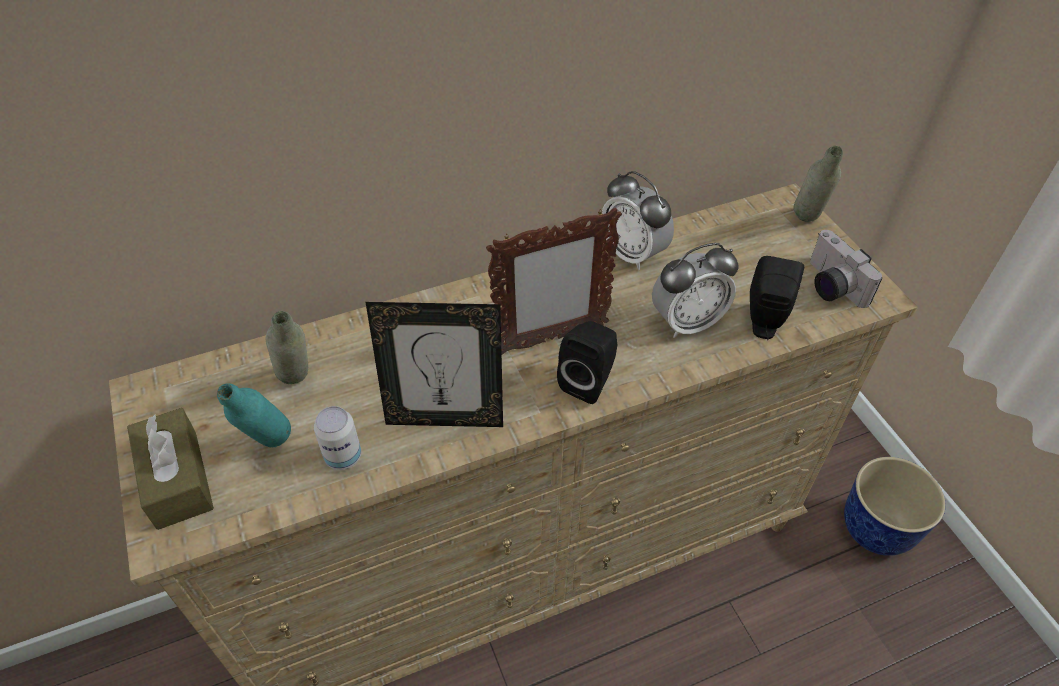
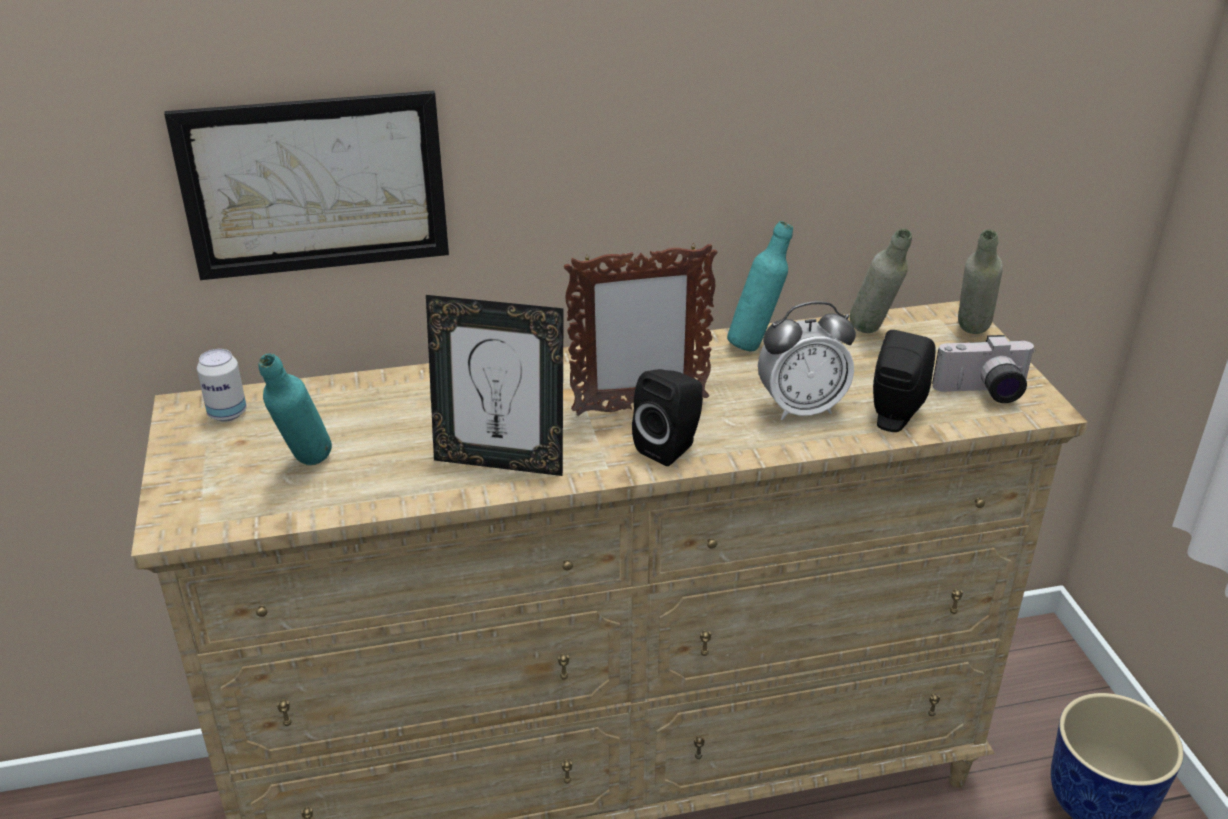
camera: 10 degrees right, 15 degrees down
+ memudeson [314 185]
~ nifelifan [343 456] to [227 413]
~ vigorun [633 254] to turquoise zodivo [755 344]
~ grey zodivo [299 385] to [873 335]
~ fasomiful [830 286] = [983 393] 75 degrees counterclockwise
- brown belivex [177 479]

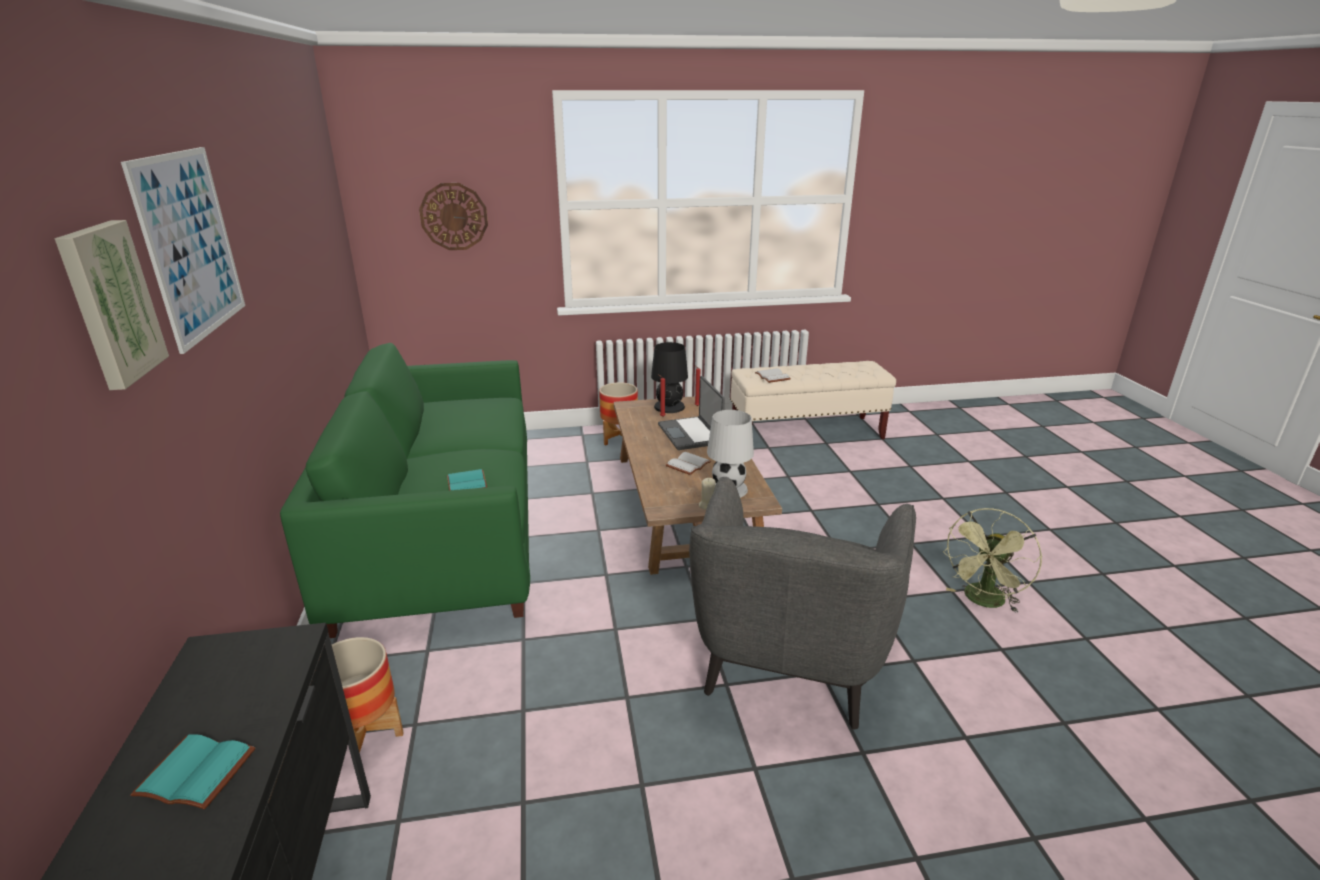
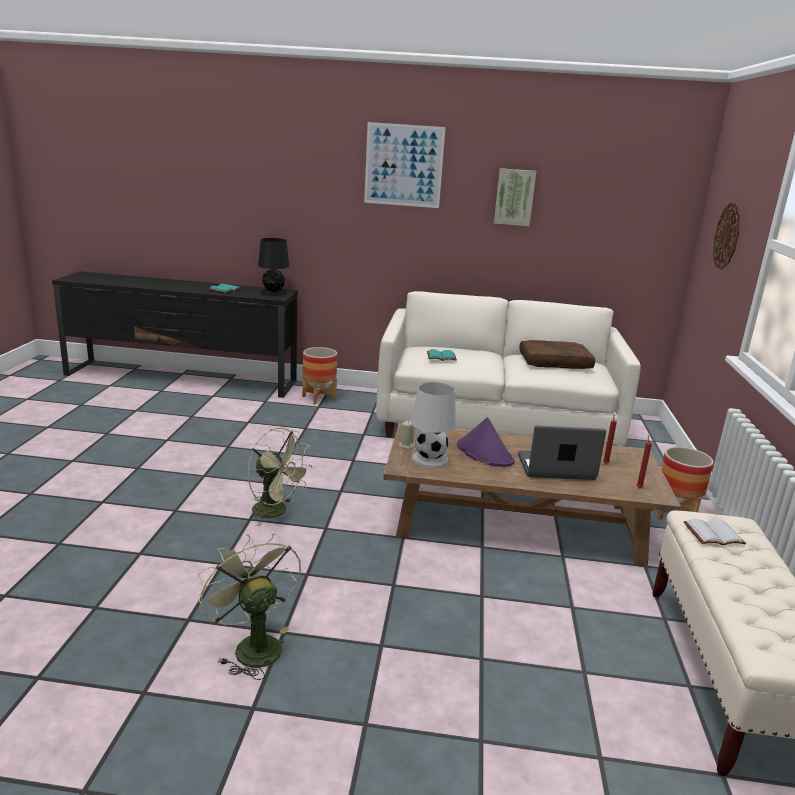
camera: 105 degrees right, 5 degrees down
~ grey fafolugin [790 655] to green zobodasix [276 512]
~ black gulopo [669 407] to [273 292]
~ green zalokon [442 534] to white zalokon [496 423]
~ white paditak [688 465] to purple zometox [484 453]
~ memudeson [109 304] to [514 197]
+ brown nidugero [555 363]

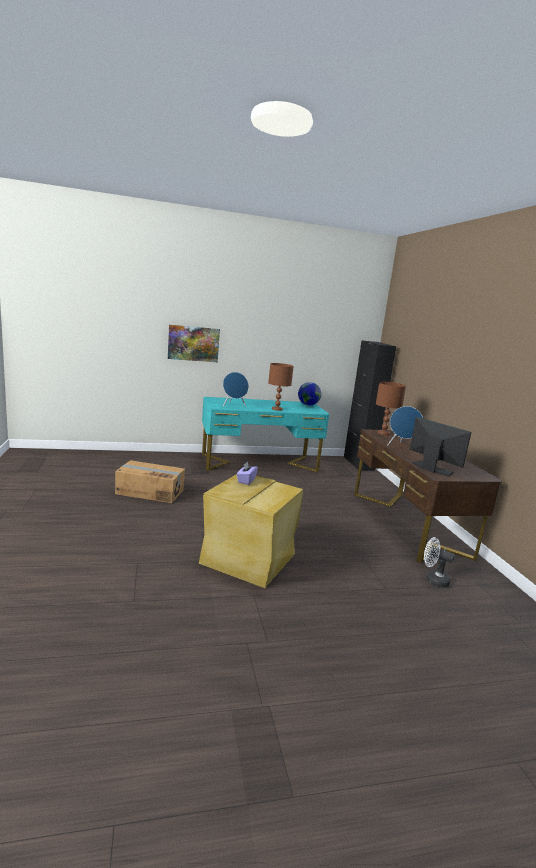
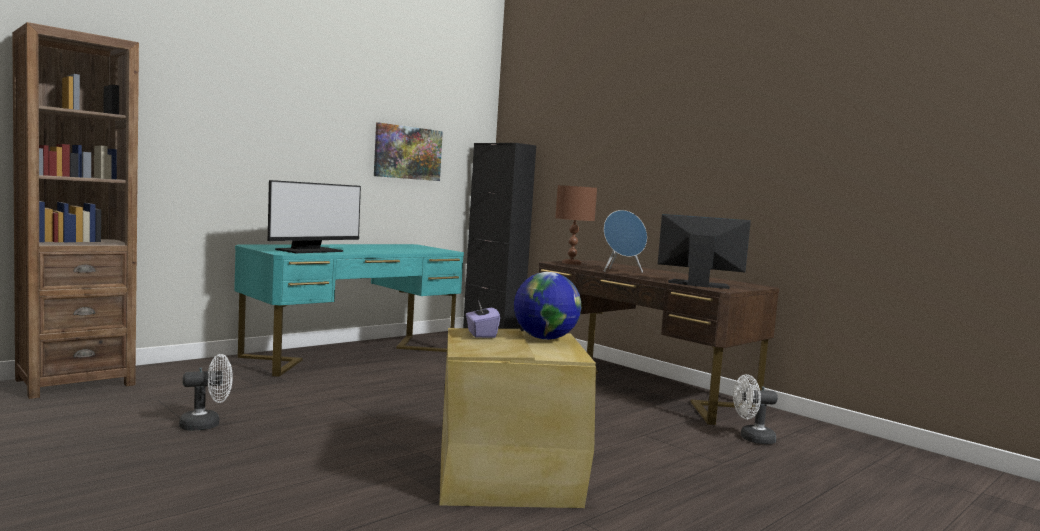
camera: 30 degrees left, 10 degrees down
+ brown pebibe [75 382]
~ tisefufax [150 491] to white zobodasix [207 424]
~ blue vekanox [233 406] to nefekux [310 251]
~ memudeson [193 343] to [407 153]
~ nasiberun [308 405] to [545 338]
- brown gulopo [277 409]

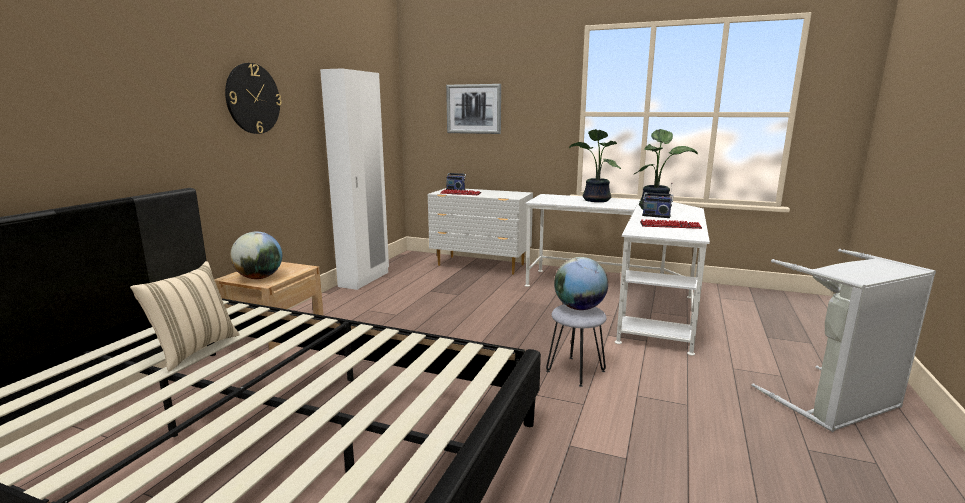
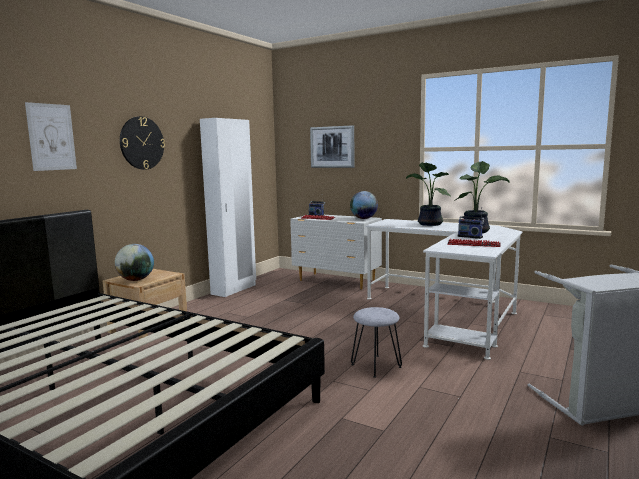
camera: 10 degrees right, 5 degrees down
+ memudeson [51 137]
~ nasiberun [579 308] to [363 218]
- beige nidugero [194 349]

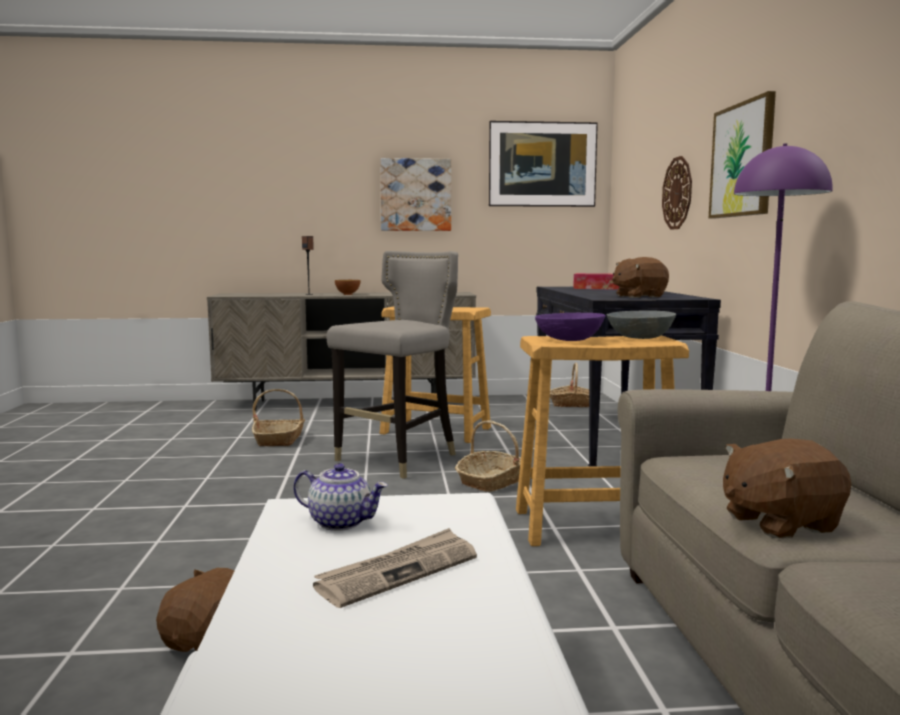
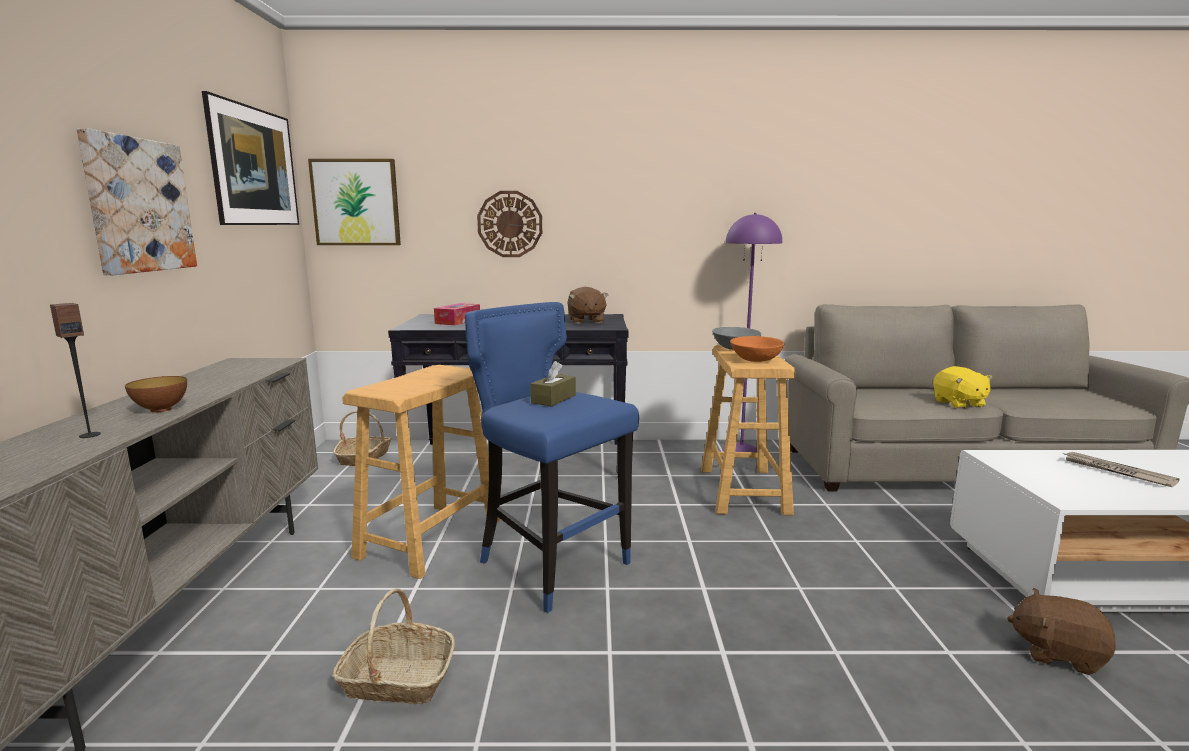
camera: 85 degrees left, 5 degrees up
~ memudeson [742 160] to [356 202]
~ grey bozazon [400 459] to blue bozazon [551 565]
+ brown belivex [553 399]
~ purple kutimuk [570 339] to orange kutimuk [755 360]
~ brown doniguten [779 522] to yellow doniguten [959 404]
- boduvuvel [341 522]
- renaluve [493 481]

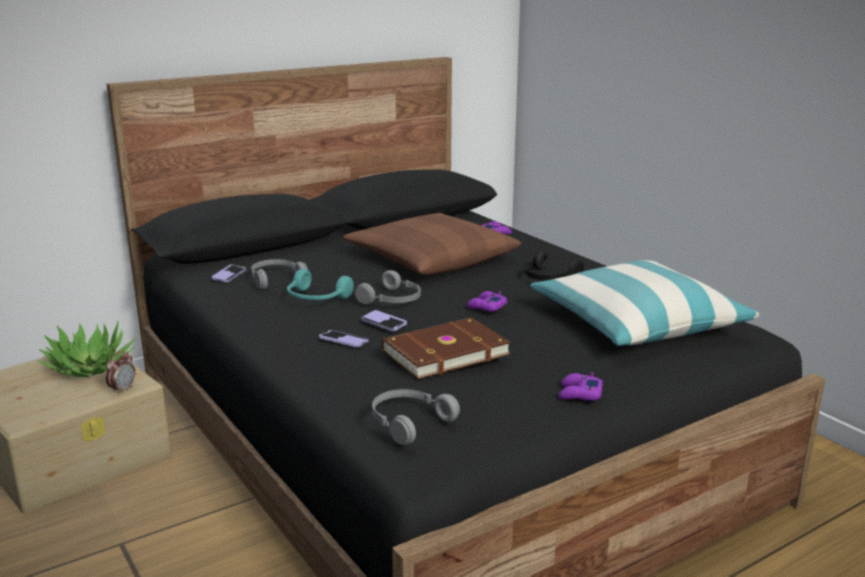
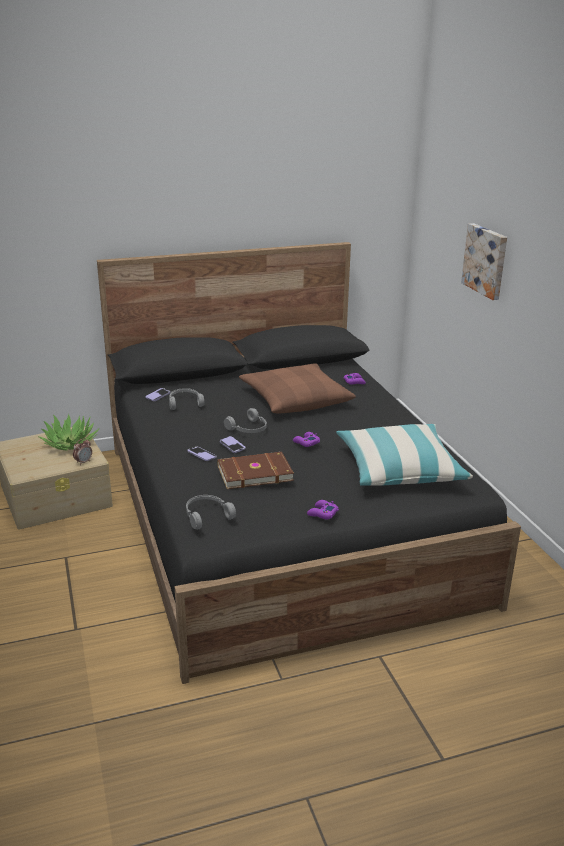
camera: 15 degrees right, 5 degrees up
+ memudeson [486 260]
- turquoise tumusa [316 299]
- black tumusa [548 278]

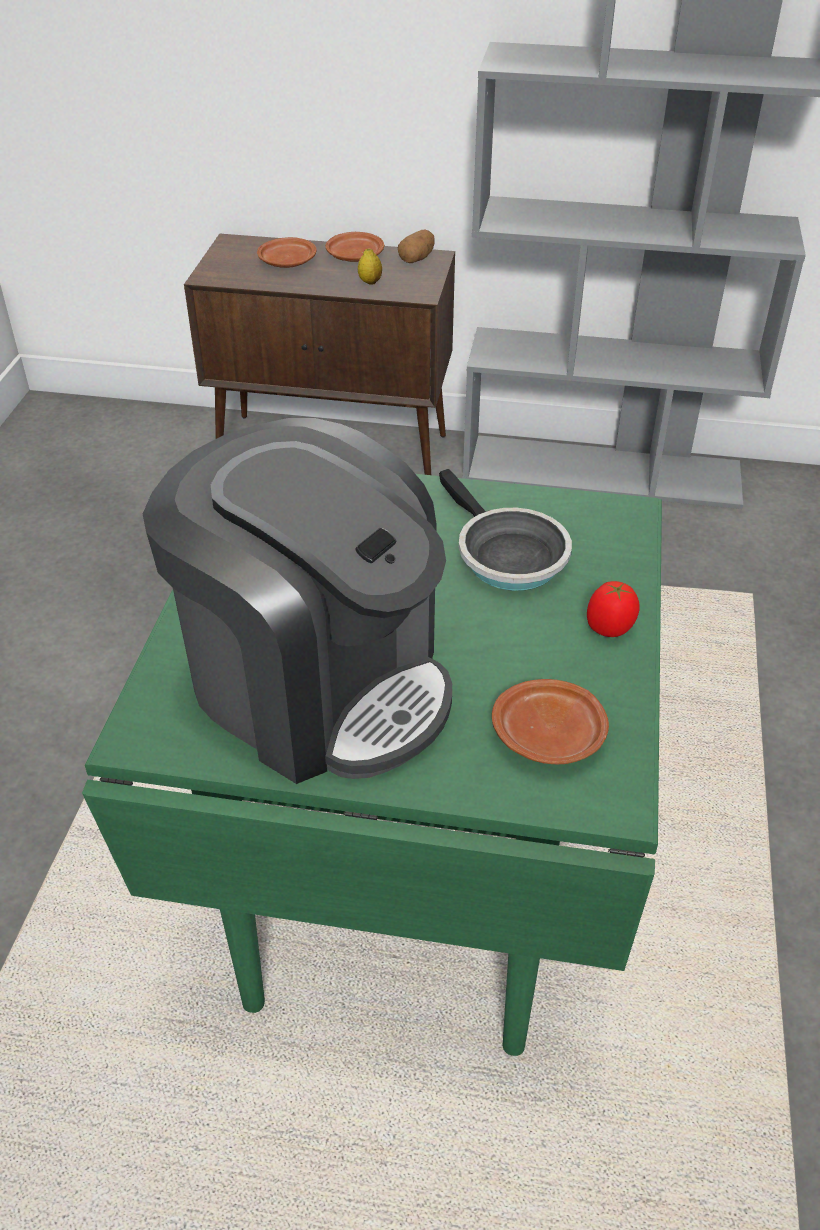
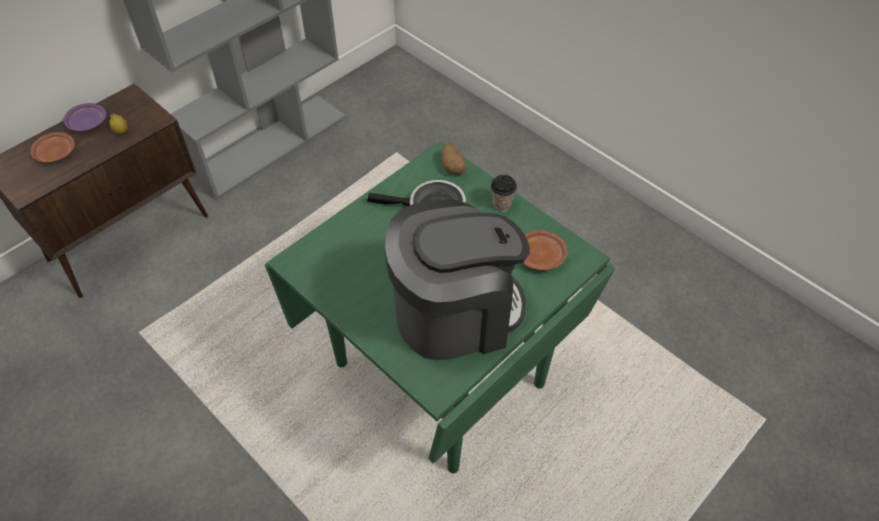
camera: 55 degrees left, 10 degrees up
~ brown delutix [355 256] to purple delutix [87 123]
~ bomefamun [416 259] to [452 166]
~ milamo [610 629] to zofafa [501 204]

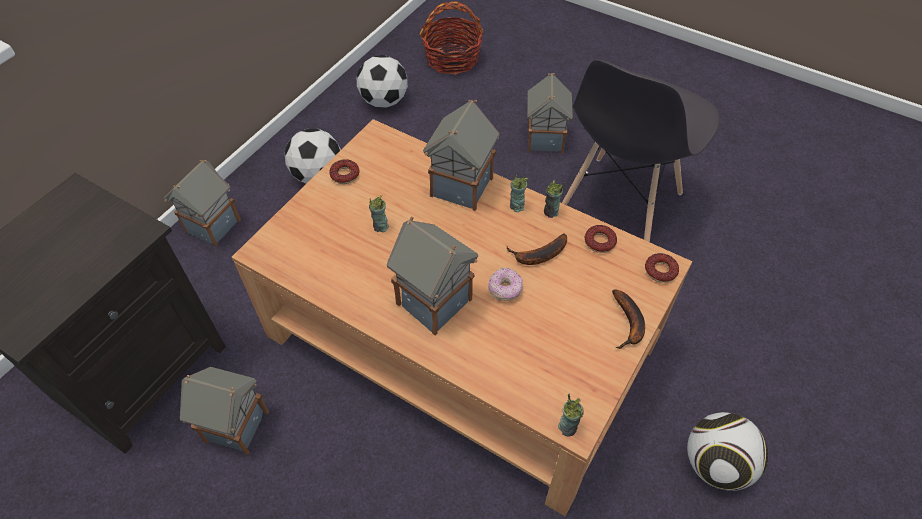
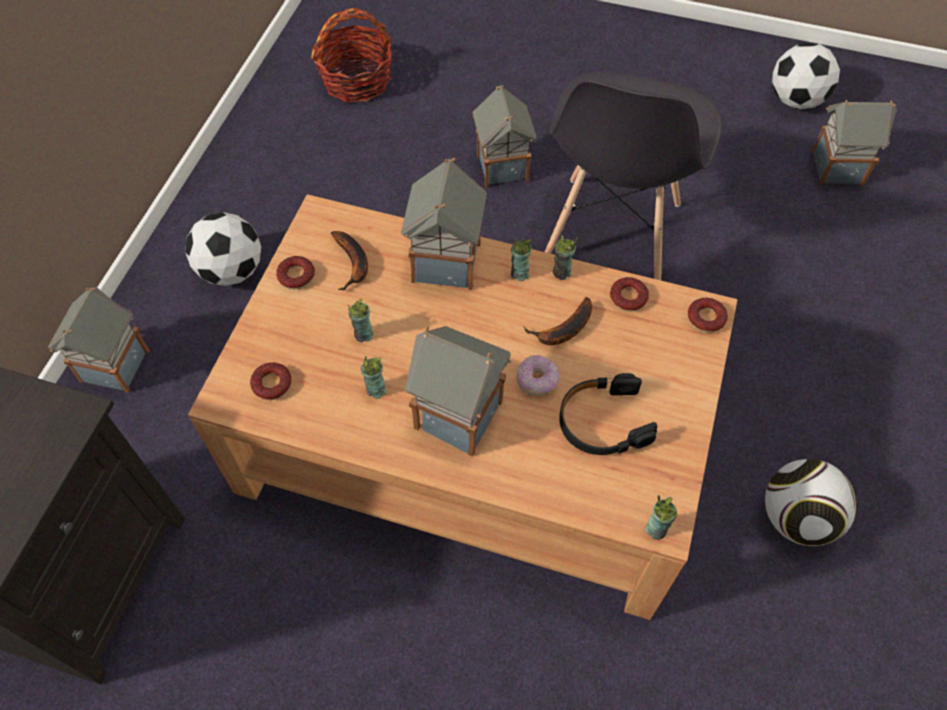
camera: 15 degrees left, 5 degrees up
+ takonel [272 384]
~ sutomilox [629 324] to [353 264]
+ zofafa [376 390]
+ black tumusa [602 422]
~ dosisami [384 101] to [795 100]
~ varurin [235 426] to [835 168]

